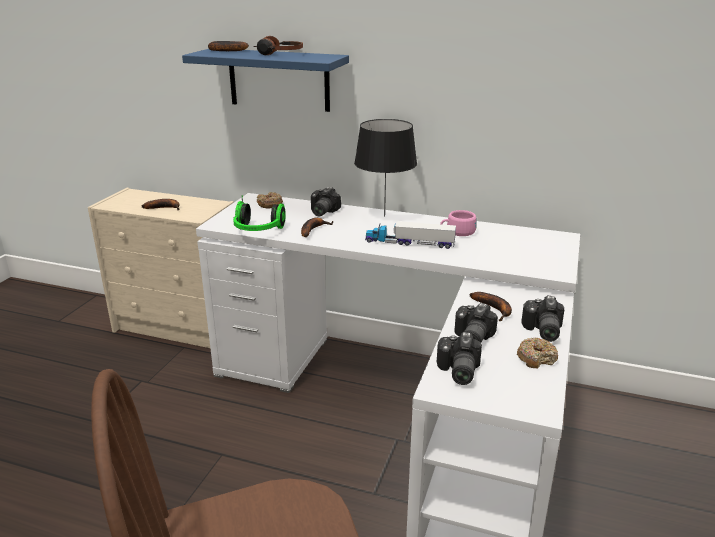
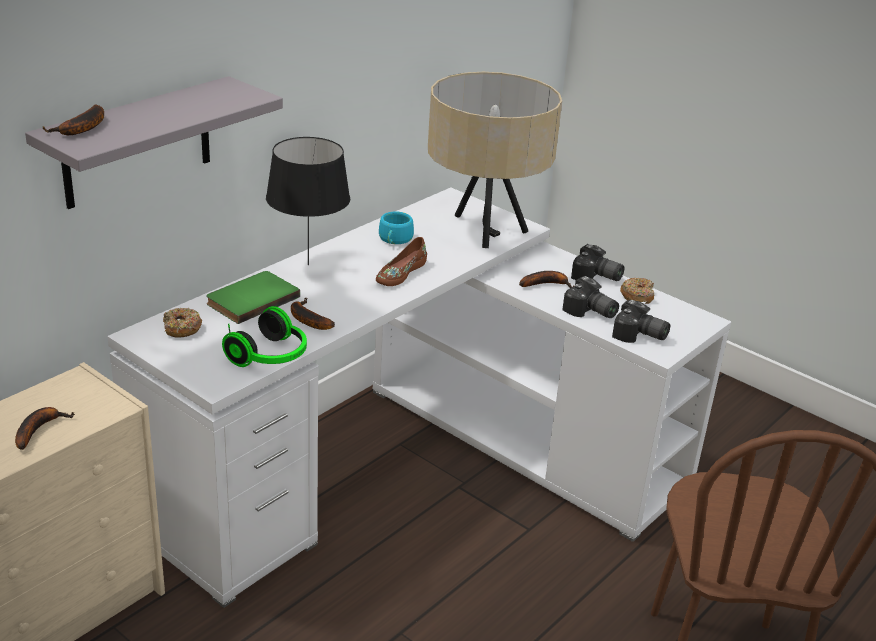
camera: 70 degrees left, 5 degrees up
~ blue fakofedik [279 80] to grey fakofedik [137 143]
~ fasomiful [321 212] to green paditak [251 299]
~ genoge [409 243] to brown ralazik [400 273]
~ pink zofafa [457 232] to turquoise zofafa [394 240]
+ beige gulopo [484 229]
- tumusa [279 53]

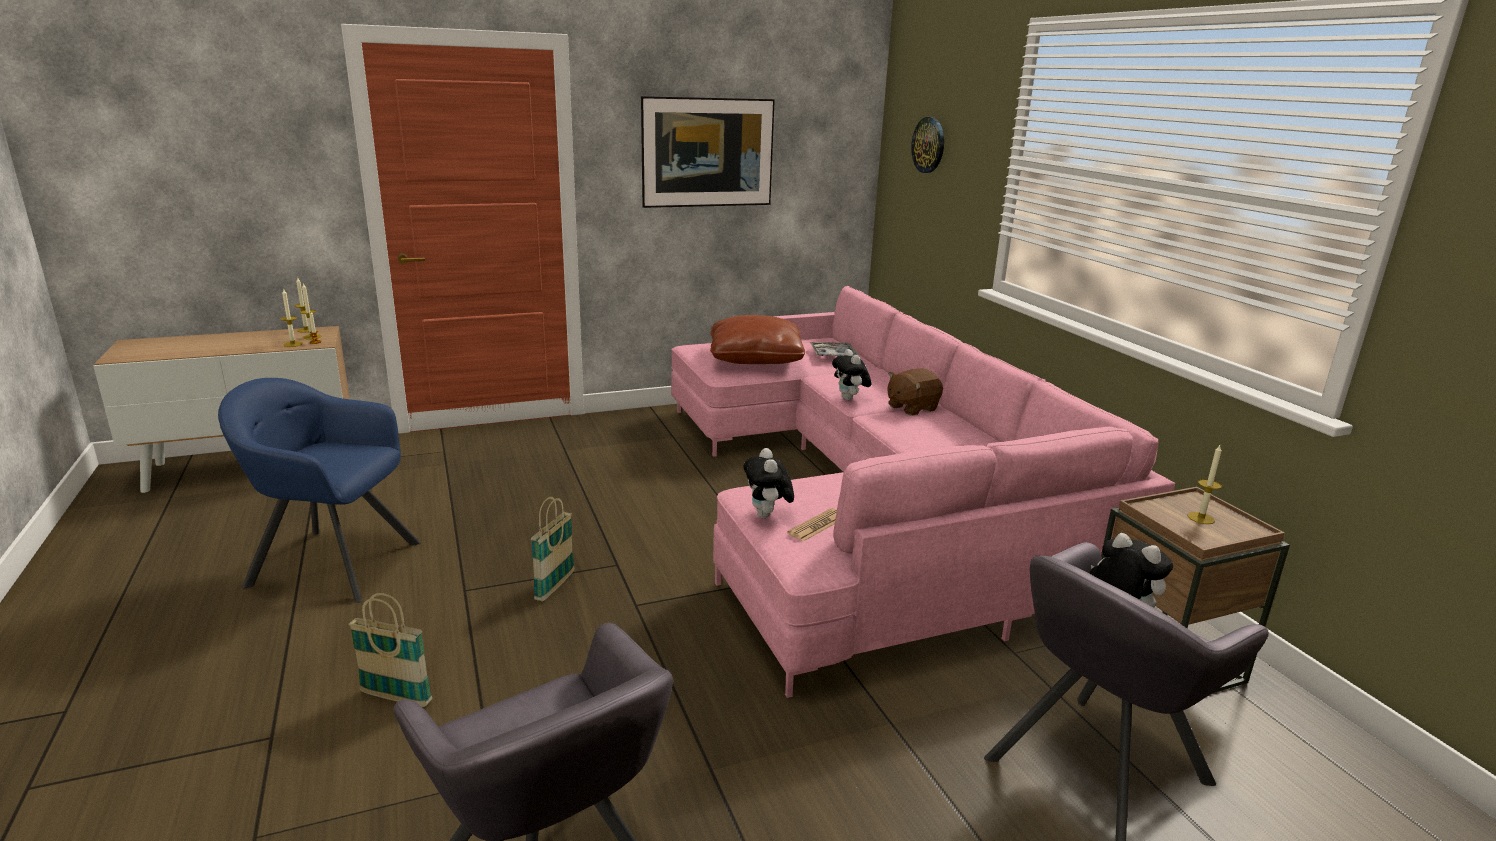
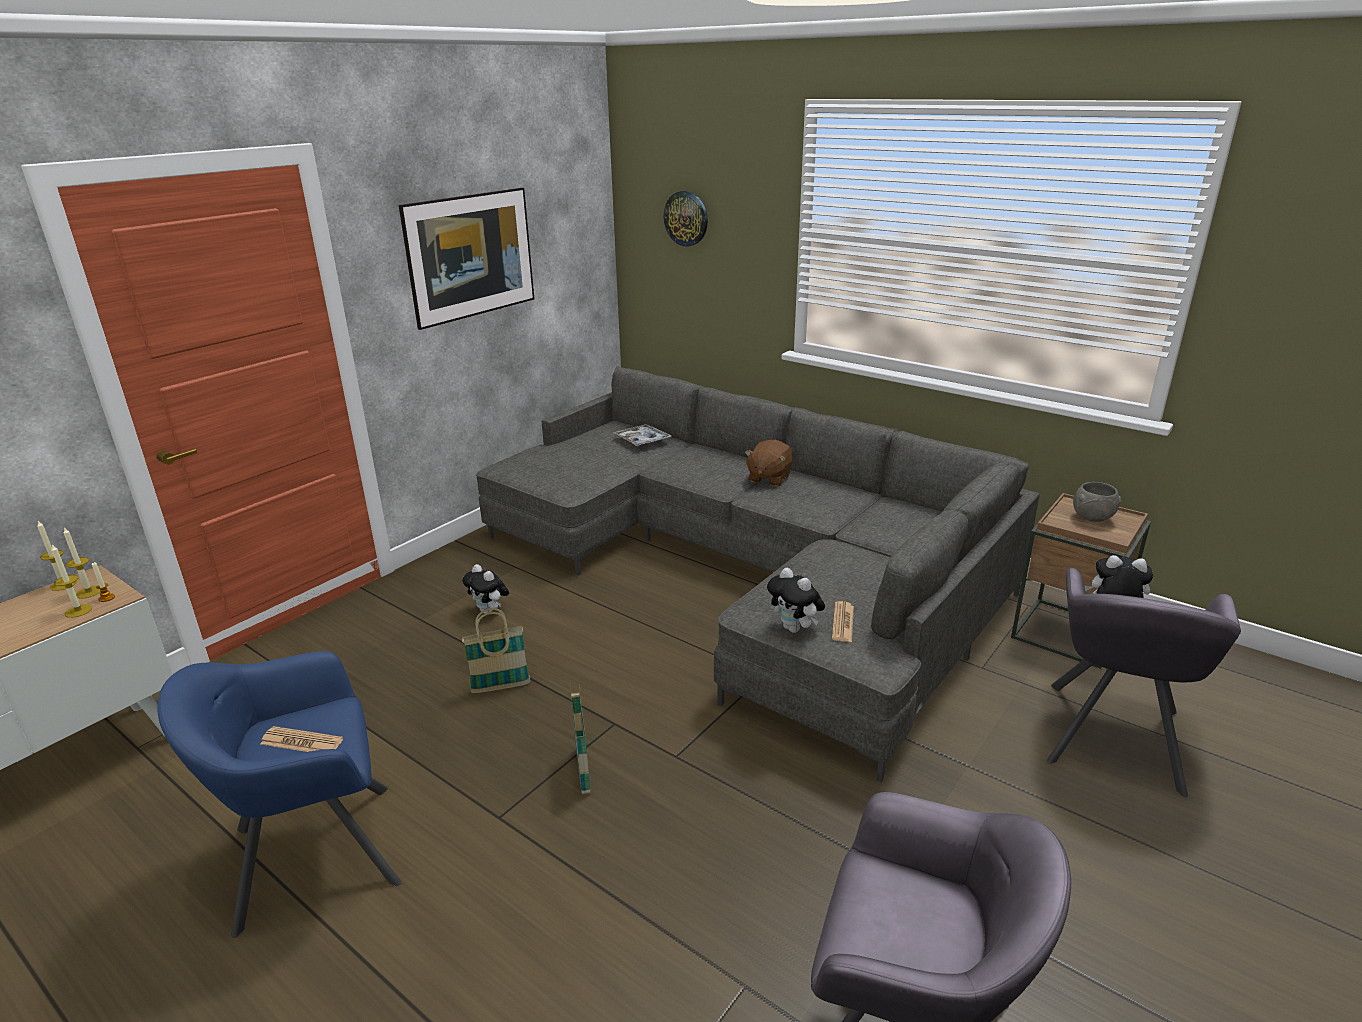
camera: 30 degrees left, 5 degrees up
+ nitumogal [301 742]
~ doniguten [850 399] to [489 611]
~ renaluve [396 697] to [500 687]
~ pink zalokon [865 499] to grey zalokon [749 572]
~ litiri [1201 518] to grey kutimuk [1093 519]
- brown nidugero [755 359]

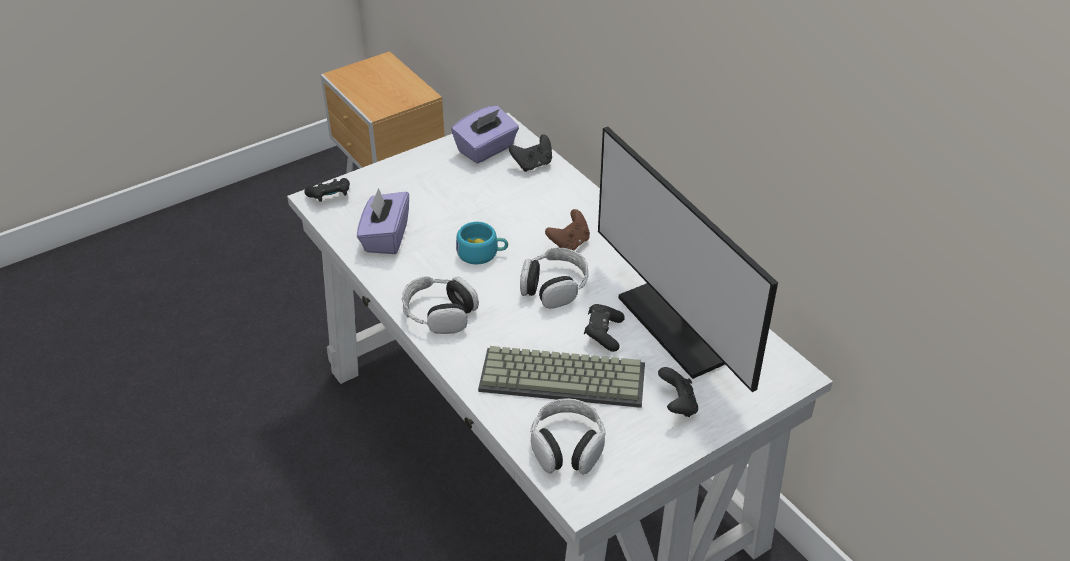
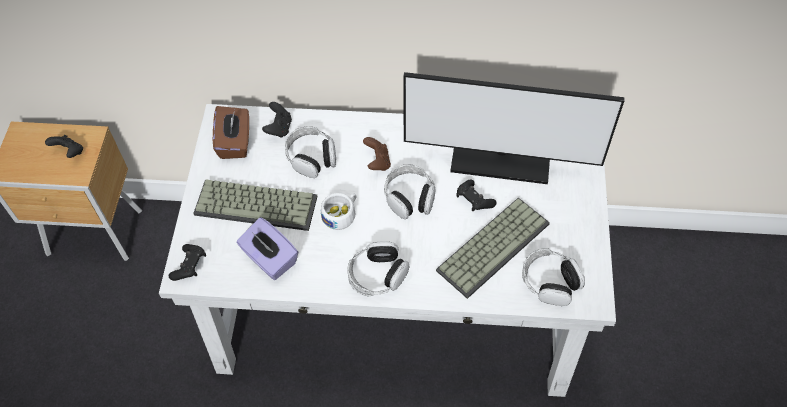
camera: 50 degrees left, 15 degrees up
~ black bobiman [677 405] to [69 152]
+ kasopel [257 204]
~ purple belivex [486 149] to brown belivex [235 142]
+ tumusa [311 157]
~ turquoise zofafa [482 253] to white zofafa [341 214]

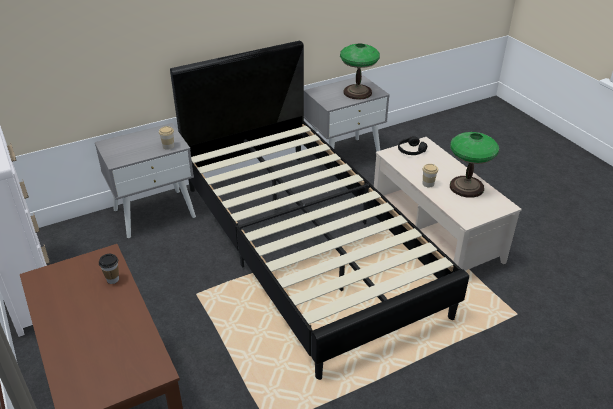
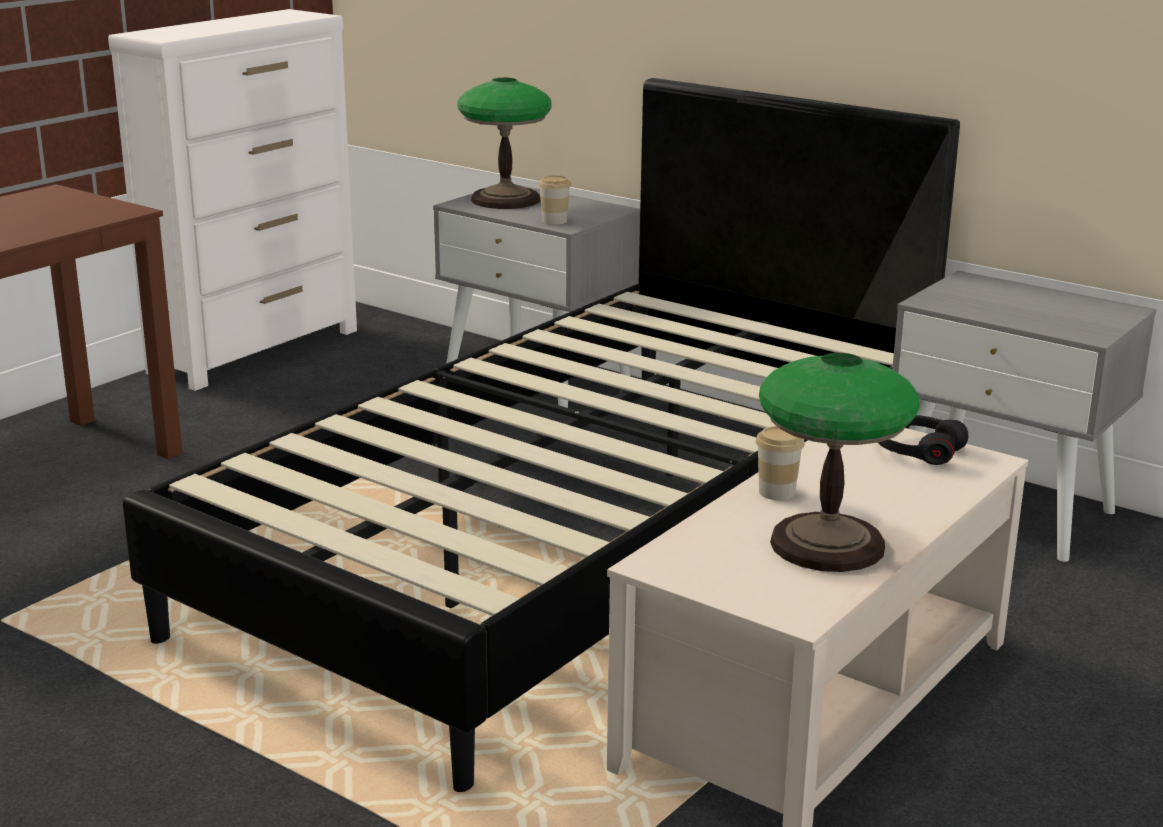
camera: 65 degrees right, 15 degrees down
~ gulopo [357 92] to [506 200]
- zofafa [113 279]

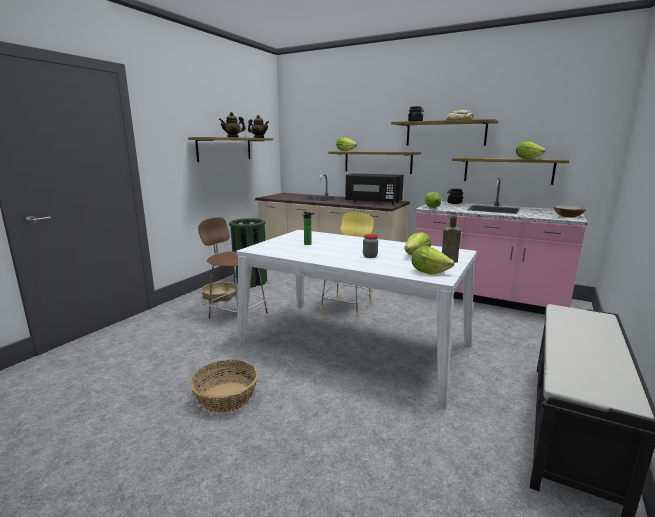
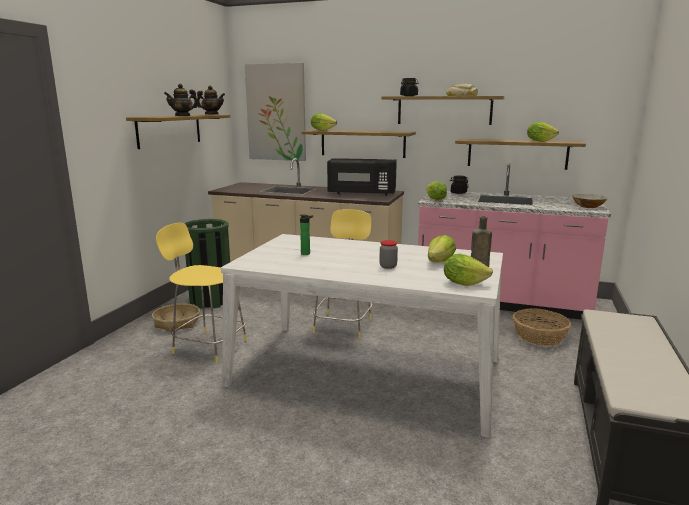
camera: 10 degrees left, 0 degrees up
~ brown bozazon [237 315] to yellow bozazon [208 346]
+ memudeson [276 112]
~ renaluve [225 397] to [539 337]

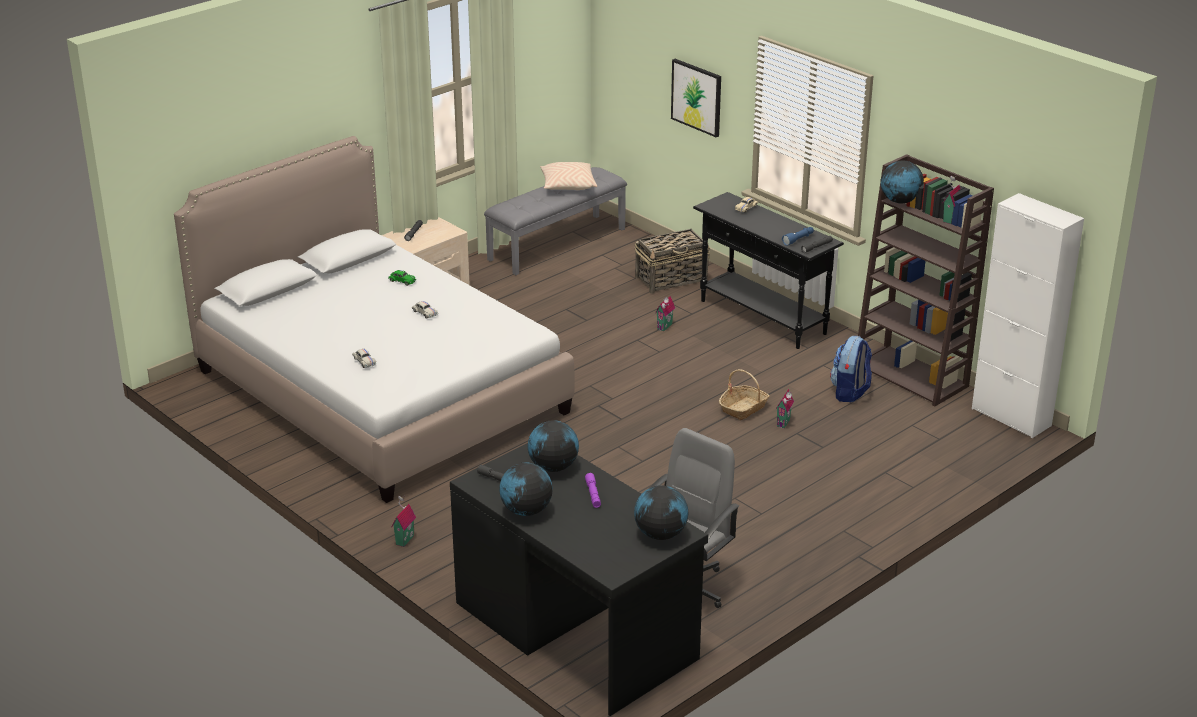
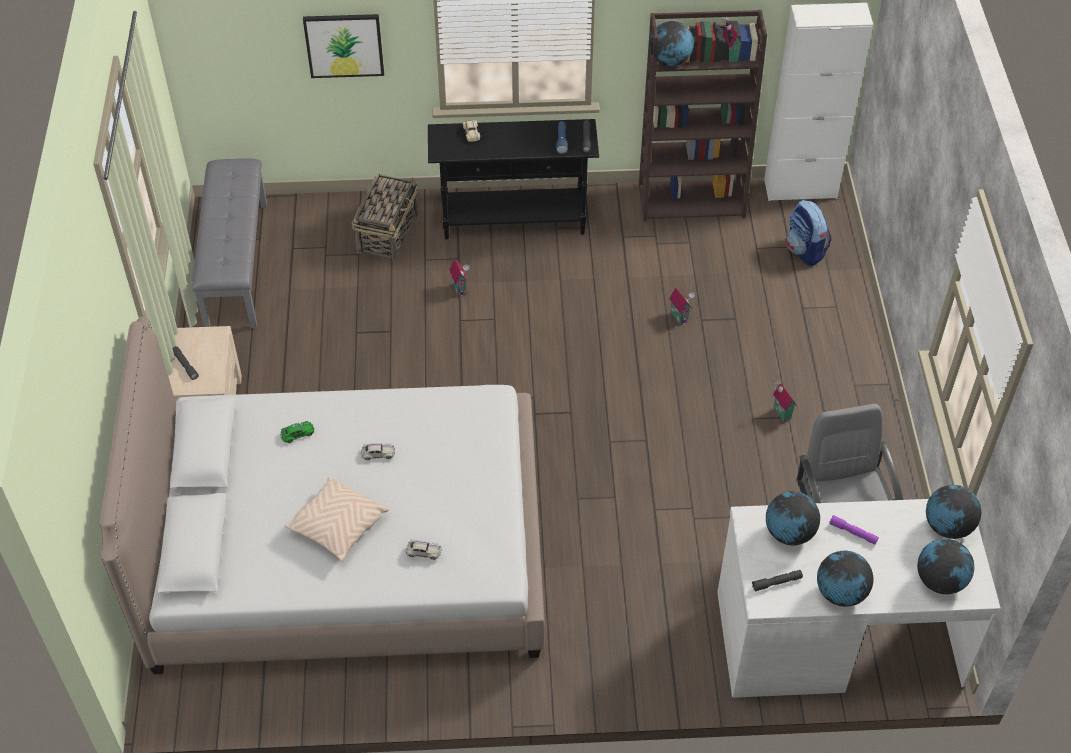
camera: 50 degrees left, 20 degrees up
~ beige nidugero [568 185] to [338 526]
~ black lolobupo [576 629] to white lolobupo [837 637]
~ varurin [403 539] to [780 413]
~ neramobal [850 392] to [805 251]
+ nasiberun [940 580]
- renaluve [743 408]

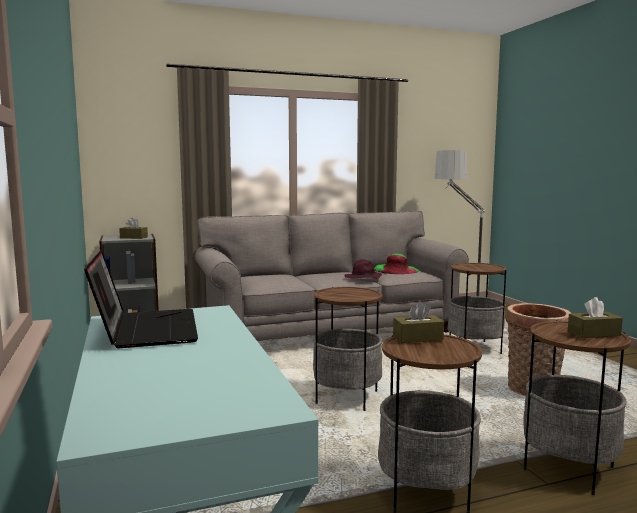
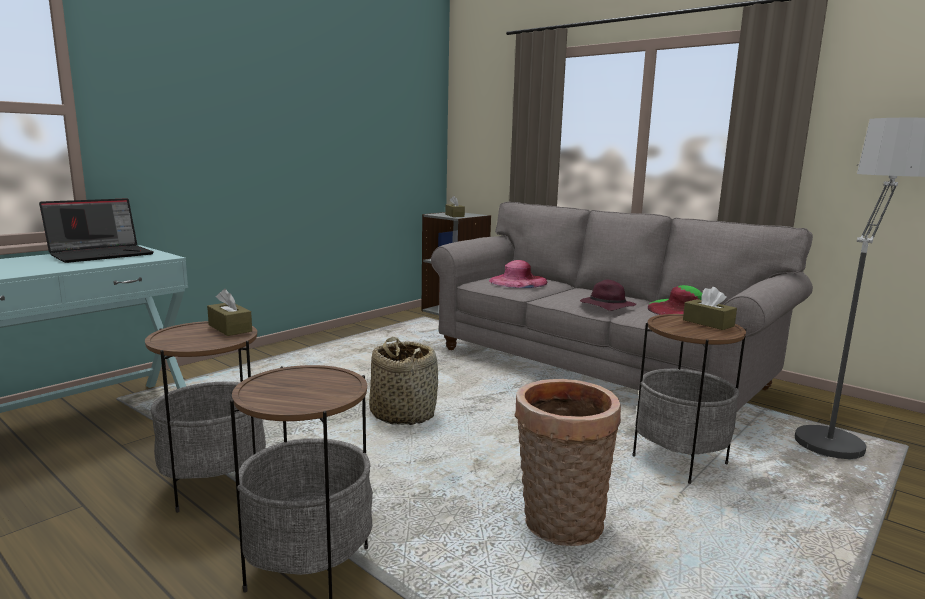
camera: 60 degrees right, 5 degrees up
~ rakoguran [347 398] to renaluve [403 414]
+ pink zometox [518 281]
~ brown belivex [593 333] to [708 323]

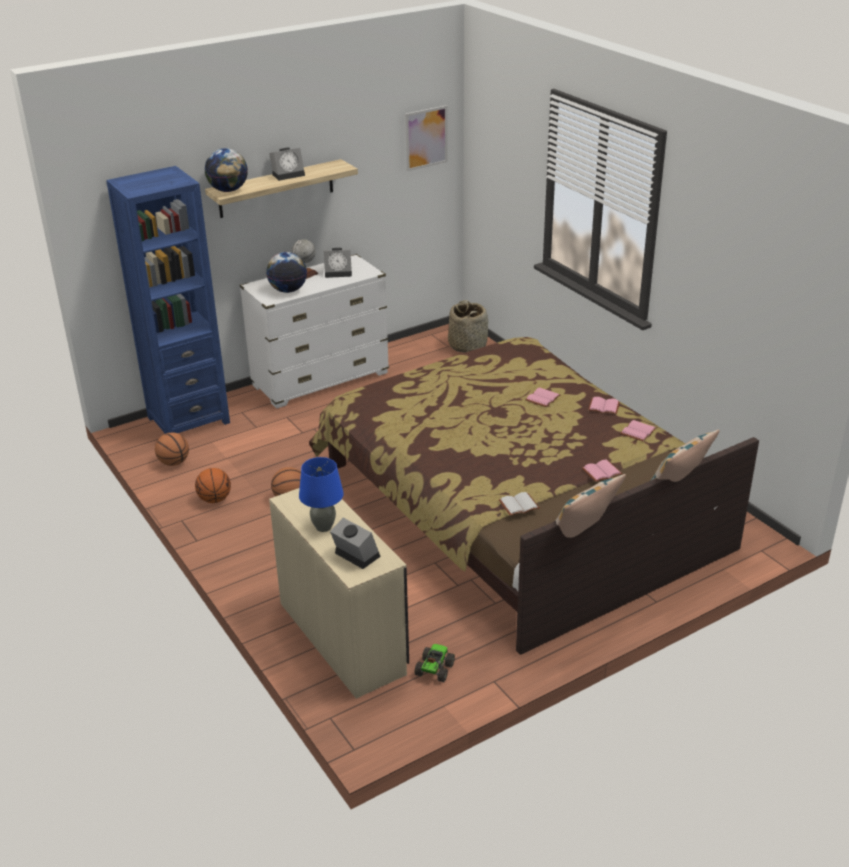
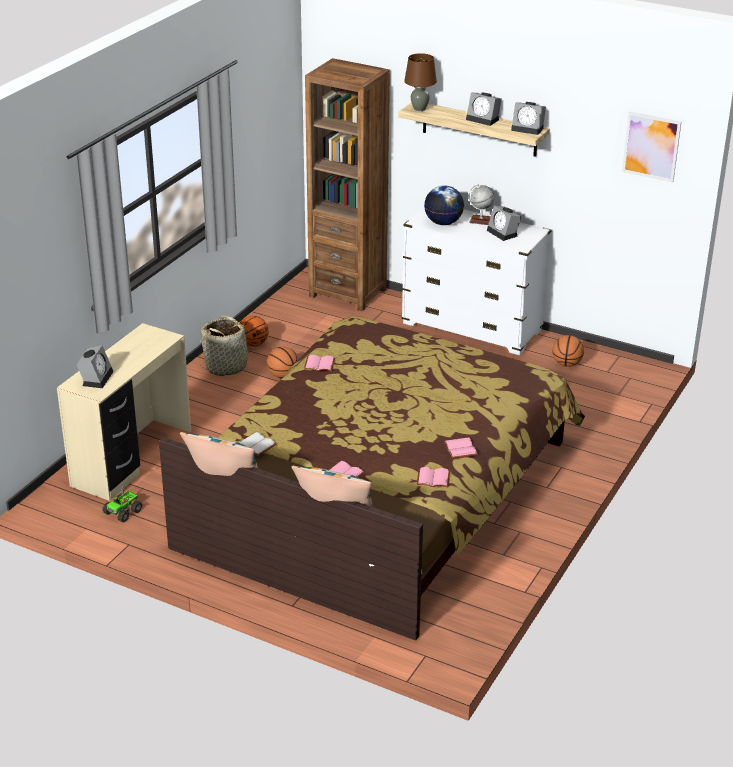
camera: 60 degrees right, 0 degrees up
~ genoge [434 670] = [123 512] 135 degrees clockwise
~ renaluve [468 345] to [226 366]
~ pink paditak [542 398] to [320 364]
~ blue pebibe [188 420] to brown pebibe [348 293]
~ nasiberun [228 190] to brown gulopo [419 109]
+ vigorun [528 129]
~ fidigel [174 462] to [566 364]
- blue gulopo [323 527]

